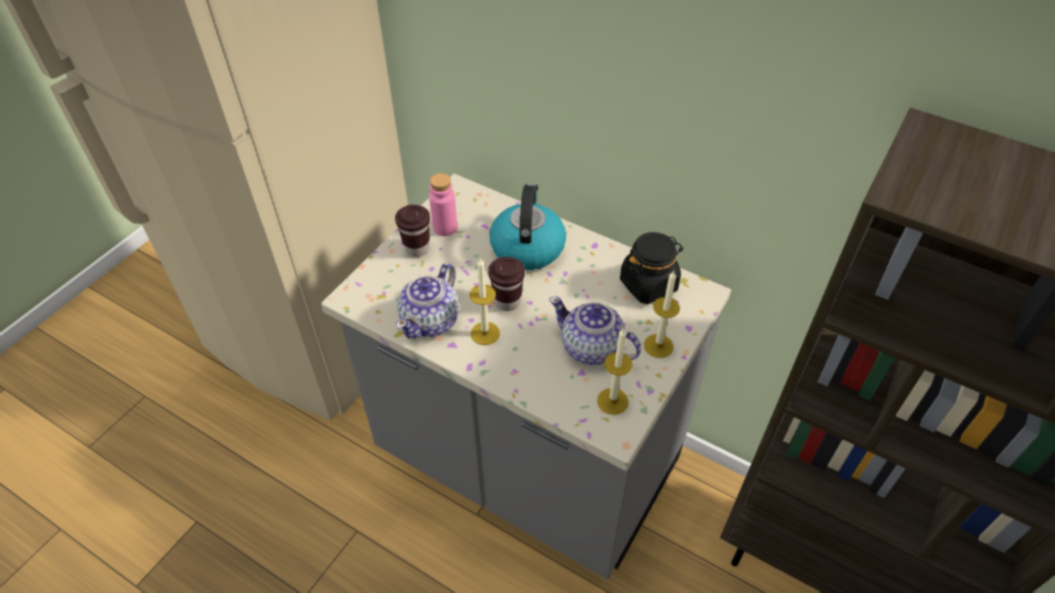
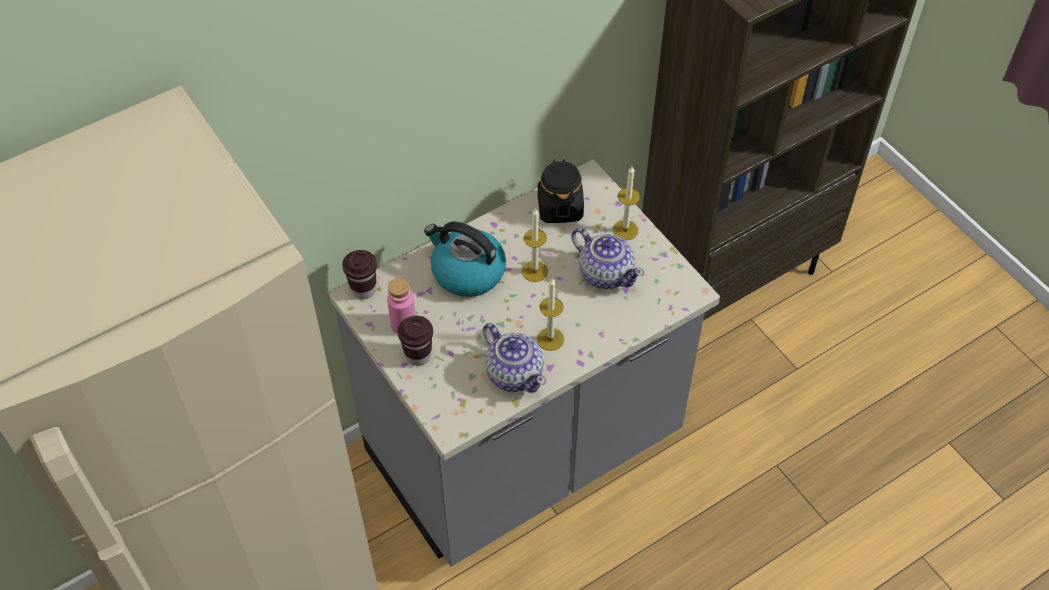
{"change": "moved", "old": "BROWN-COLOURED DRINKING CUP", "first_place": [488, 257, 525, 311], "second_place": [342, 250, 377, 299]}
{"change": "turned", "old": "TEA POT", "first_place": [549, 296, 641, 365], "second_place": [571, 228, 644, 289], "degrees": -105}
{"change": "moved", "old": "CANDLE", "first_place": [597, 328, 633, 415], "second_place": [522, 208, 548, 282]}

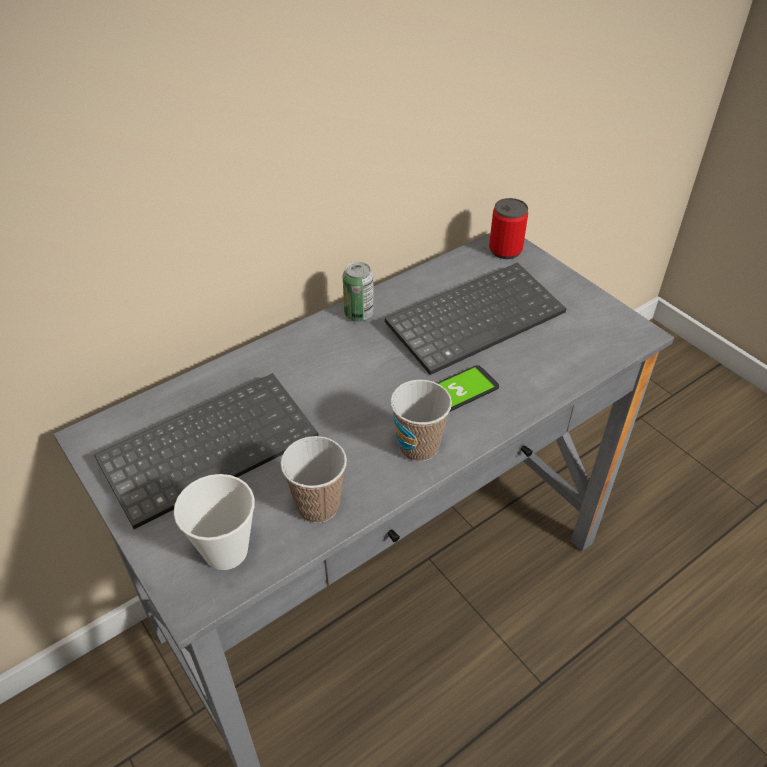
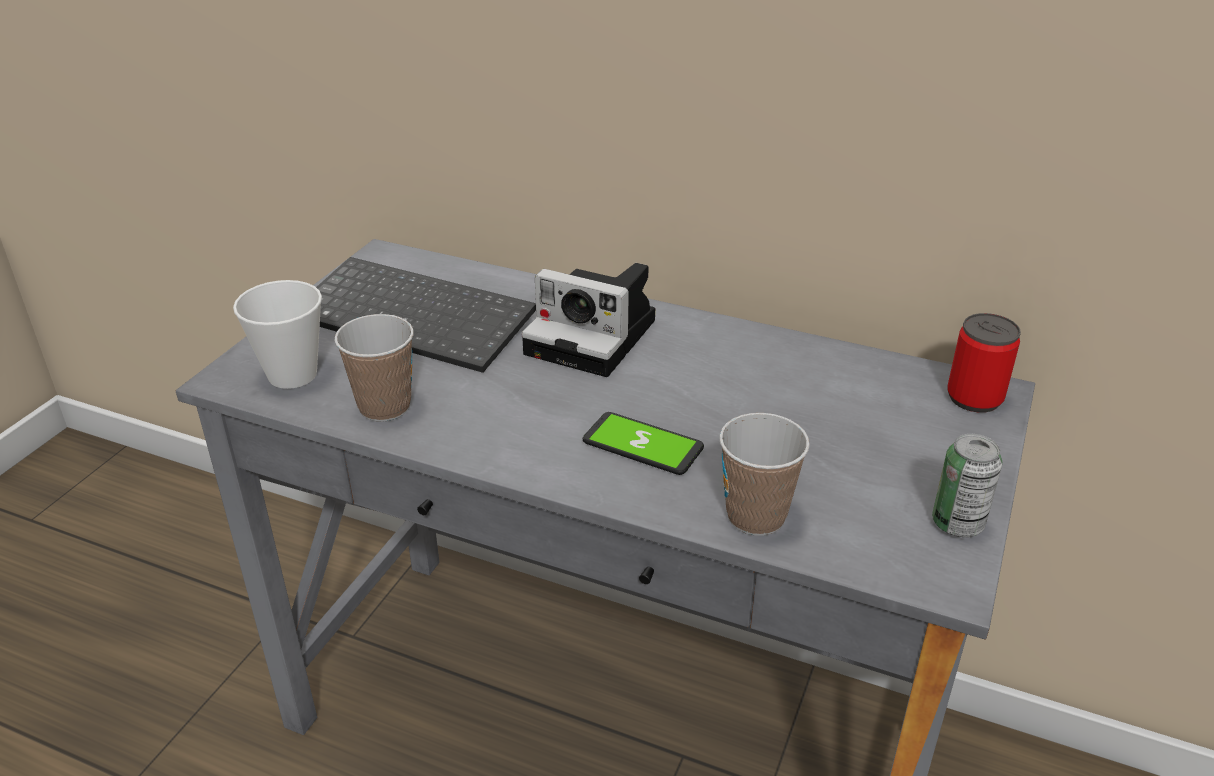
{"change": "moved", "old": "SEALED CAN", "first_place": [343, 262, 374, 321], "second_place": [932, 434, 1002, 537]}
{"change": "removed", "old": "KEYBOARD", "first_place": [385, 263, 567, 375]}
{"change": "moved", "old": "DRINKING CUP", "first_place": [390, 379, 452, 462], "second_place": [719, 413, 810, 535]}
{"change": "added", "new": "PHOTO CAMERA", "second_place": [522, 263, 655, 377]}

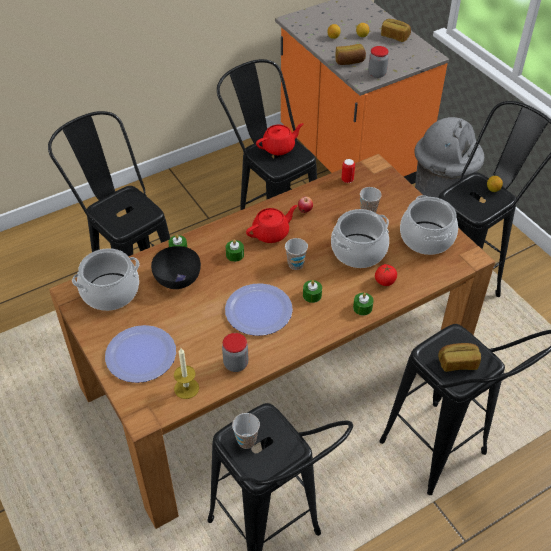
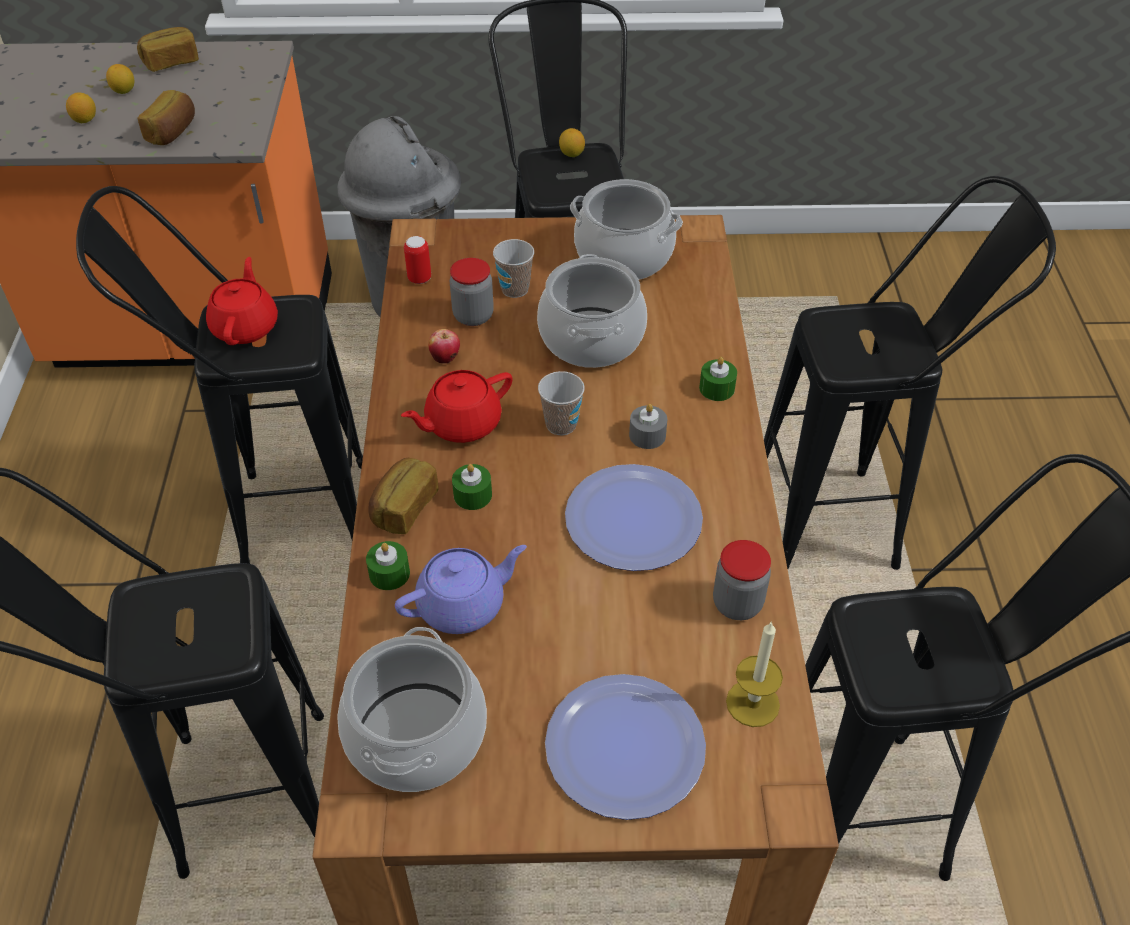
{"change": "moved", "old": "PRESERVE JAR", "first_place": [368, 46, 389, 78], "second_place": [450, 258, 494, 326]}
{"change": "turned", "old": "REDDISH TEA POT", "first_place": [246, 205, 297, 243], "second_place": [401, 370, 513, 443], "degrees": -120}
{"change": "replaced", "old": "BLACK-COLOURED SERVING BOWL", "new": "PURPLE TEA POT", "first_place": [151, 246, 201, 289], "second_place": [395, 545, 527, 634]}
{"change": "removed", "old": "WHOLE TOMATO", "first_place": [375, 264, 397, 286]}
{"change": "recoloured", "old": "GREEN CANDLE", "new": "GRAY CANDLE", "first_place": [303, 280, 322, 303], "second_place": [629, 404, 667, 449]}
{"change": "moved", "old": "BAKED BREAD", "first_place": [438, 343, 481, 372], "second_place": [368, 458, 439, 534]}
{"change": "removed", "old": "DRINKING CUP", "first_place": [232, 413, 260, 449]}

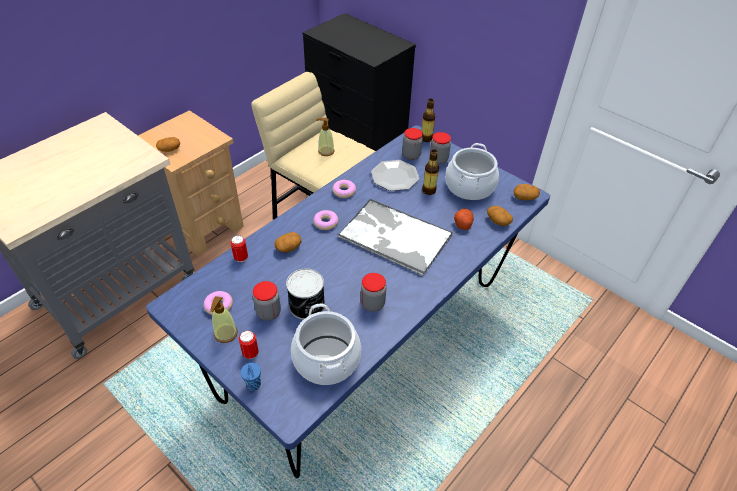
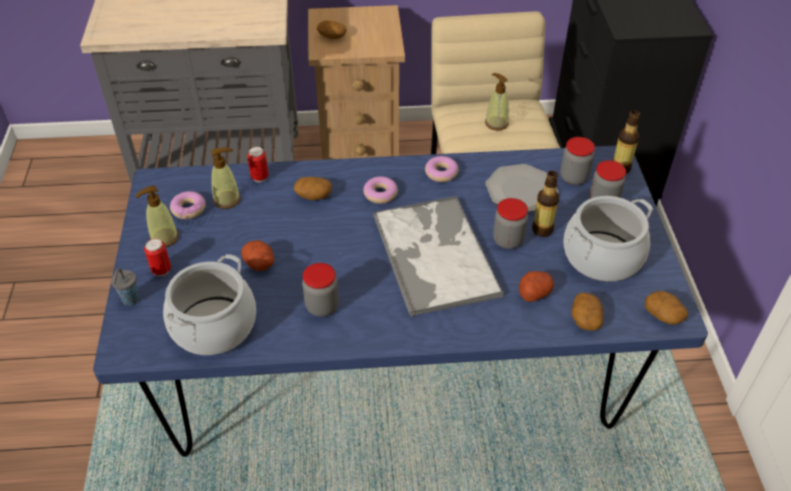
{"change": "replaced", "old": "SEALED CAN", "new": "SPUD", "first_place": [286, 268, 325, 320], "second_place": [241, 240, 274, 271]}
{"change": "moved", "old": "PRESERVE JAR", "first_place": [253, 281, 281, 321], "second_place": [493, 198, 528, 249]}
{"change": "recoloured", "old": "BLUE DRINKING CUP", "new": "GRAY DRINKING CUP", "first_place": [240, 363, 261, 391], "second_place": [111, 268, 139, 306]}
{"change": "added", "new": "SOAP DISPENSER", "second_place": [211, 147, 241, 209]}

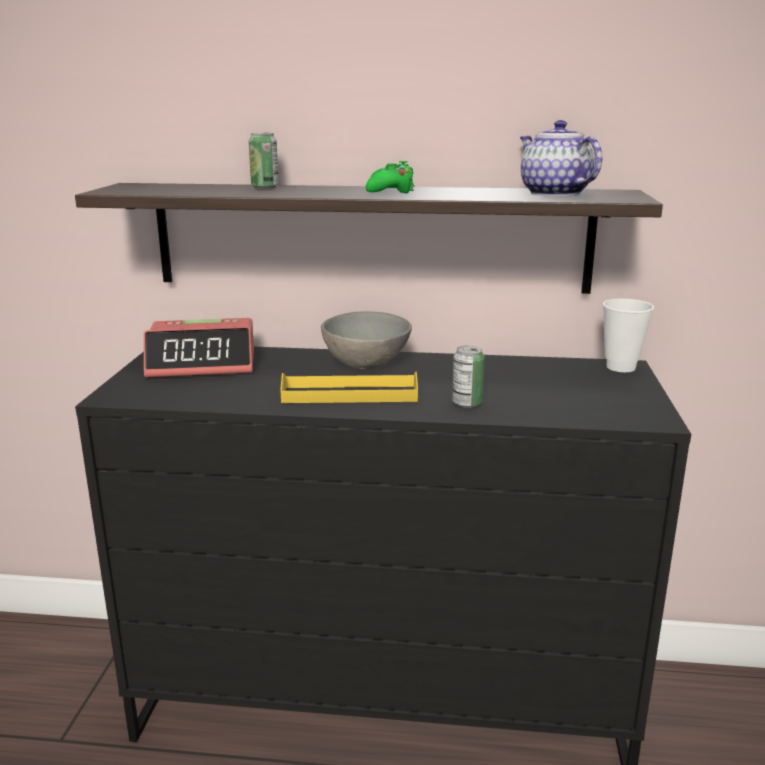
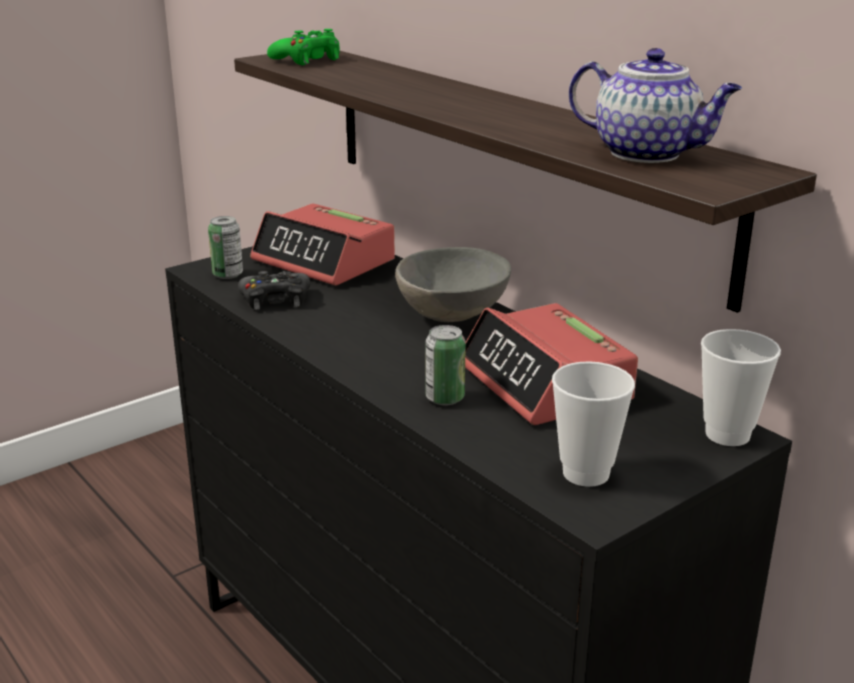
{"change": "turned", "old": "TEA POT", "first_place": [520, 120, 603, 197], "second_place": [569, 48, 742, 163], "degrees": 105}
{"change": "moved", "old": "SEALED CAN", "first_place": [249, 132, 279, 189], "second_place": [208, 216, 243, 279]}
{"change": "moved", "old": "GREEN GAME CONTROLLER", "first_place": [366, 161, 415, 193], "second_place": [267, 29, 340, 65]}
{"change": "removed", "old": "YELLOW TRAY", "first_place": [280, 372, 418, 403]}
{"change": "added", "new": "BLACK-COLOURED GAME CONTROLLER", "second_place": [238, 271, 310, 310]}
{"change": "added", "new": "TABLE CLOCK", "second_place": [465, 303, 638, 425]}
{"change": "added", "new": "DRINKING CUP", "second_place": [552, 361, 635, 487]}

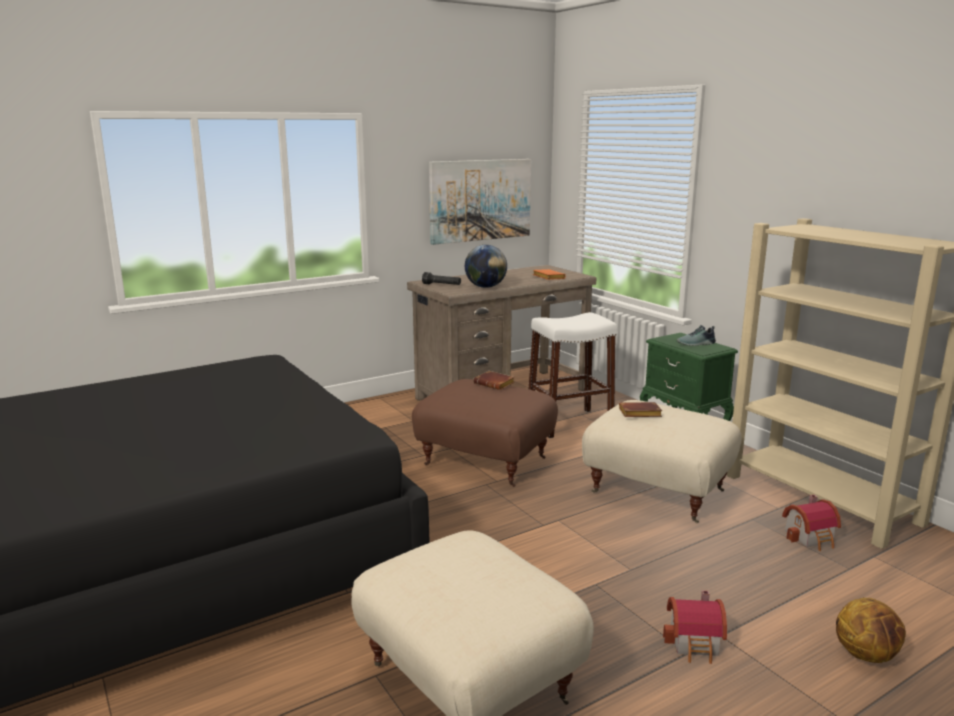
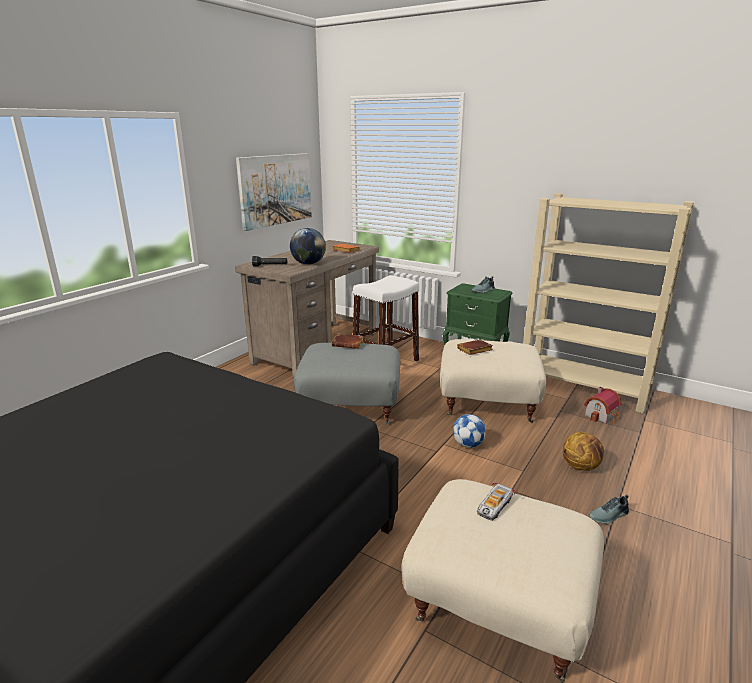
{"change": "recoloured", "old": "BROWN-COLOURED FOOTREST", "new": "GRAY FOOTREST", "first_place": [412, 379, 558, 487], "second_place": [294, 343, 400, 425]}
{"change": "replaced", "old": "MODEL HOUSE", "new": "LOW SHOE", "first_place": [663, 590, 727, 664], "second_place": [589, 494, 629, 524]}
{"change": "moved", "old": "BALL FOR BASKETBALL", "first_place": [836, 598, 906, 663], "second_place": [563, 432, 604, 471]}
{"change": "added", "new": "BALL FOR FOOTBALL", "second_place": [453, 414, 486, 448]}
{"change": "added", "new": "TOY CAR", "second_place": [477, 482, 516, 521]}

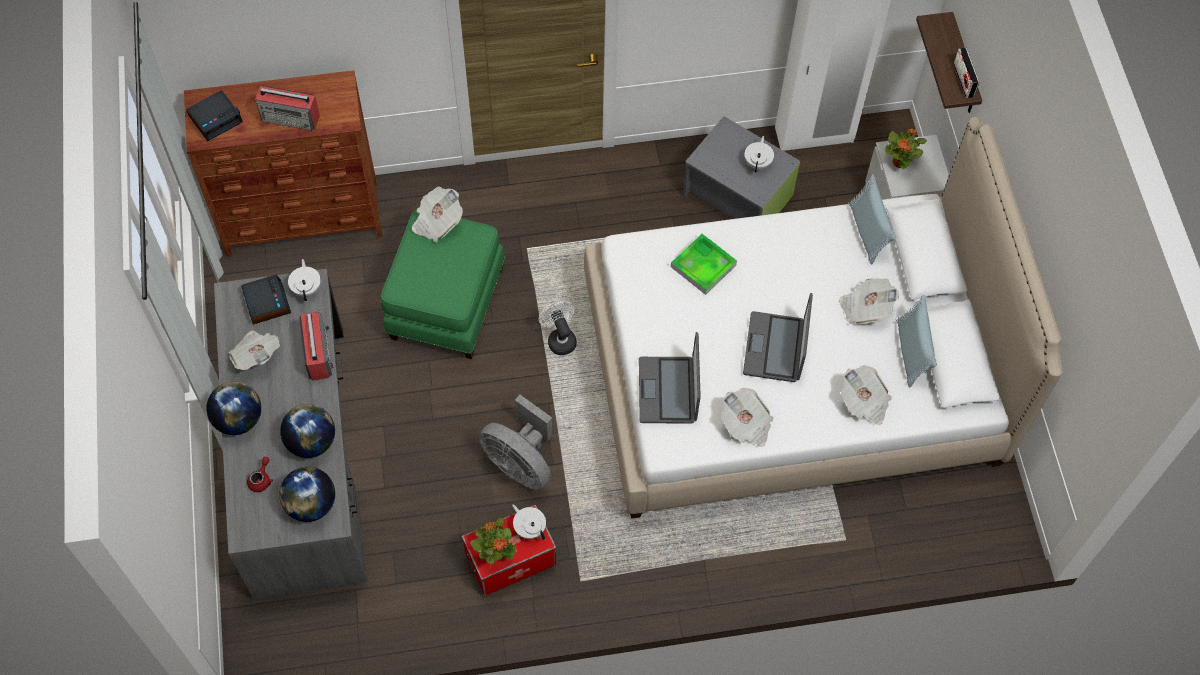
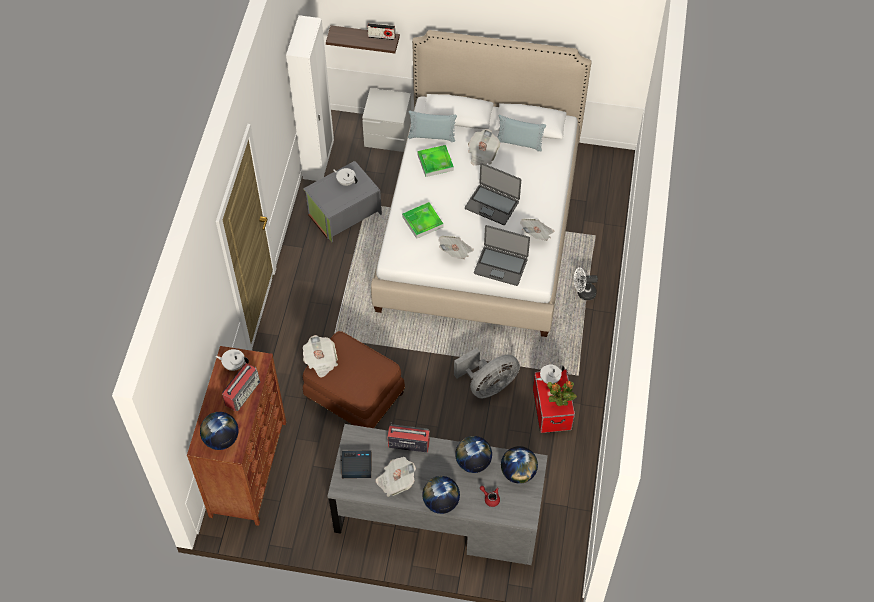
{"change": "replaced", "old": "TABLE CLOCK", "new": "DESK GLOBE", "first_place": [186, 90, 243, 141], "second_place": [200, 412, 238, 450]}
{"change": "removed", "old": "HOUSEPLANT", "first_place": [885, 128, 927, 169]}
{"change": "recoloured", "old": "GREEN FOOTREST", "new": "BROWN-COLOURED FOOTREST", "first_place": [381, 210, 505, 359], "second_place": [303, 331, 405, 428]}
{"change": "moved", "old": "WHITE TEA POT", "first_place": [288, 259, 321, 301], "second_place": [215, 349, 249, 371]}
{"change": "moved", "old": "WHITE ELECTRIC FAN", "first_place": [539, 301, 577, 355], "second_place": [574, 267, 598, 300]}
{"change": "moved", "old": "NEWSPAPER", "first_place": [841, 365, 892, 425], "second_place": [438, 236, 474, 259]}
{"change": "added", "new": "TRAY", "second_place": [417, 145, 454, 177]}

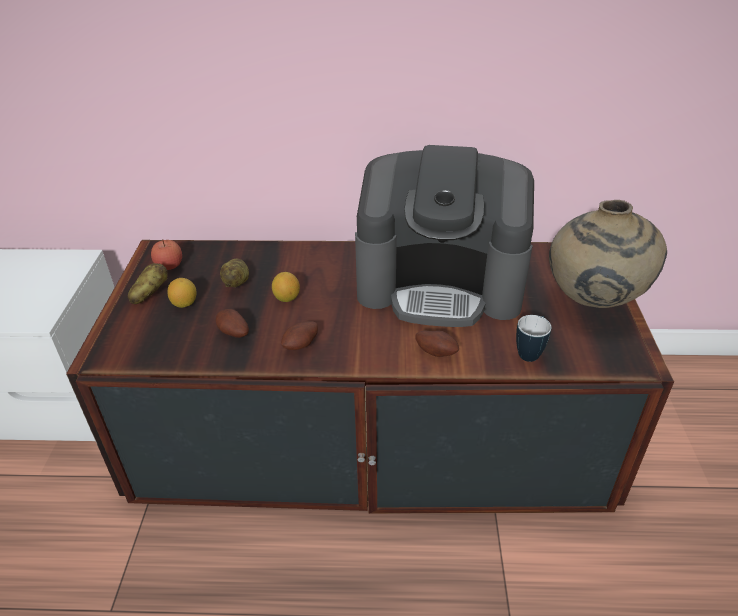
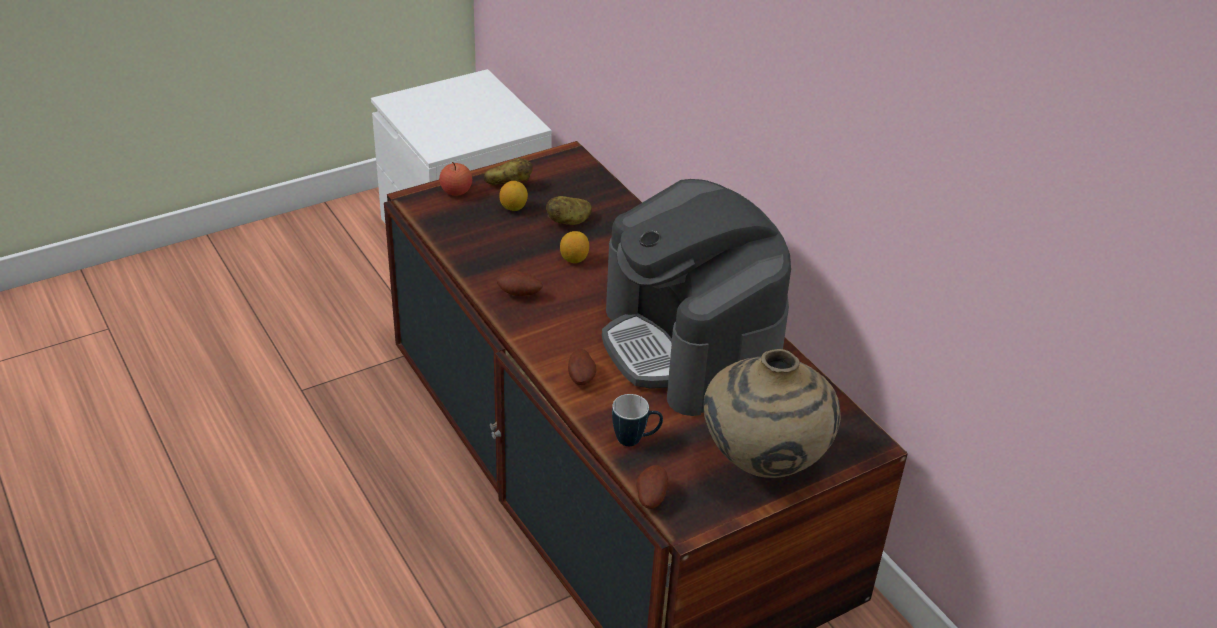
{"change": "moved", "old": "APPLE FRUIT", "first_place": [151, 239, 182, 270], "second_place": [439, 162, 472, 196]}
{"change": "moved", "old": "SPUD", "first_place": [216, 309, 249, 338], "second_place": [636, 465, 668, 509]}

